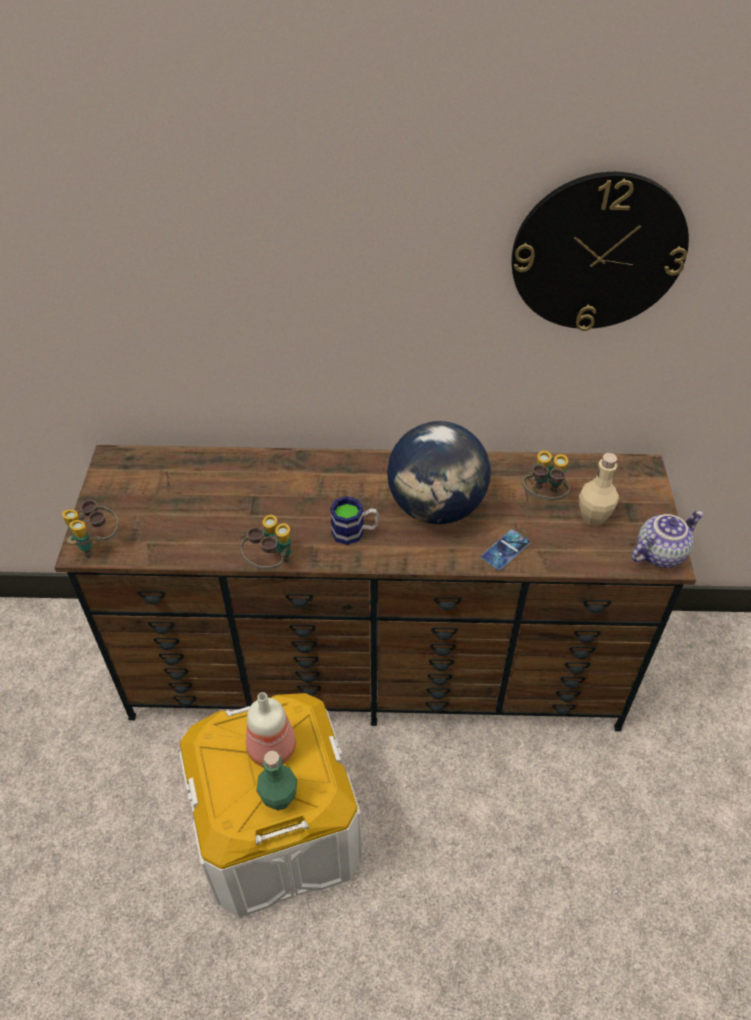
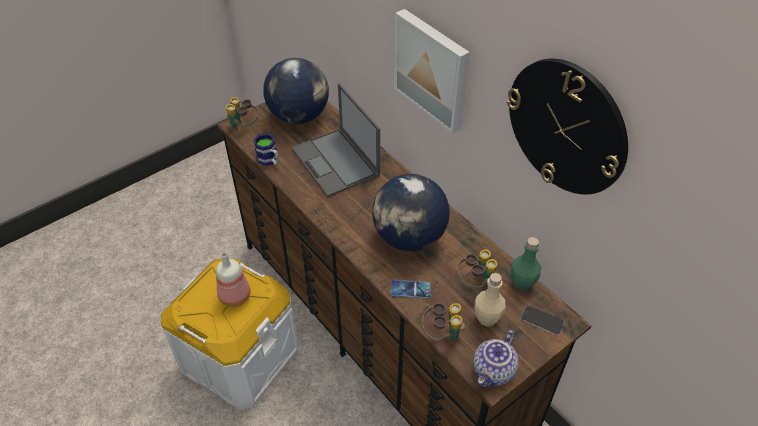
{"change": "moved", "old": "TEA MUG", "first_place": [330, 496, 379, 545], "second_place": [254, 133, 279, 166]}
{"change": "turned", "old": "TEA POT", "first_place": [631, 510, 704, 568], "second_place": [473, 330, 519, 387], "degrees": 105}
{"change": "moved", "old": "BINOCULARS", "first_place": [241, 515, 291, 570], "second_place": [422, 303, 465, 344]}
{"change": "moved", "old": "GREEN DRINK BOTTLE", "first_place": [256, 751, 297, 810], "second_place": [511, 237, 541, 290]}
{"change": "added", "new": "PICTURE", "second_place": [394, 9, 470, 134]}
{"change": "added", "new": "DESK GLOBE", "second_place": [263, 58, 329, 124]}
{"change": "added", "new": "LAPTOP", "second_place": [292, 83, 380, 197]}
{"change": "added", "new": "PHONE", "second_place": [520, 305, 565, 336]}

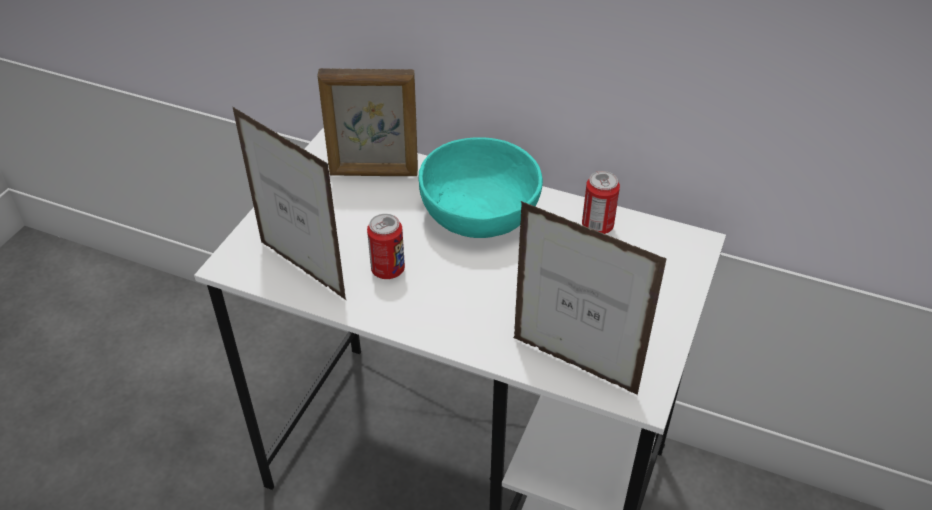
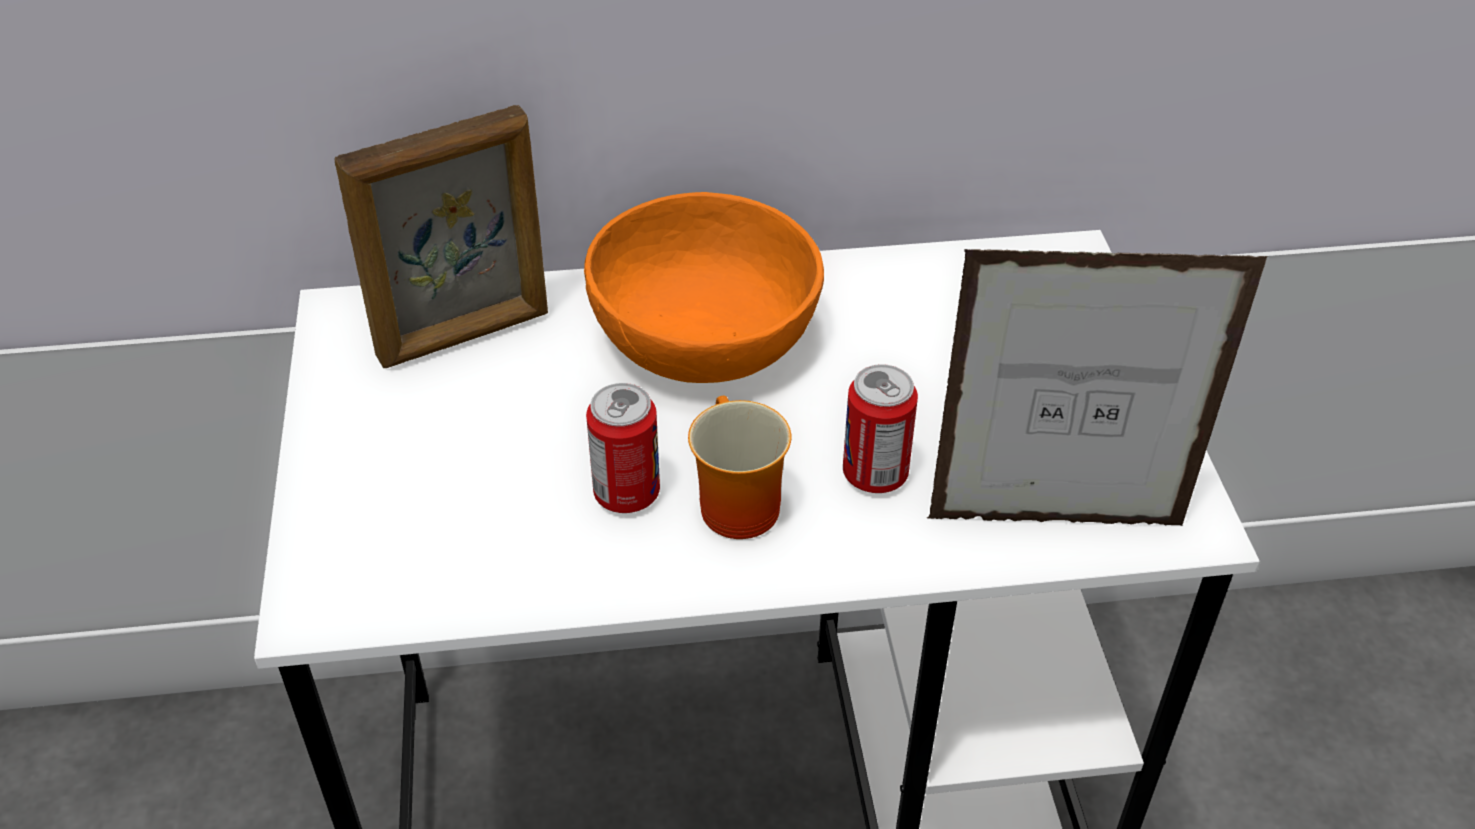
{"change": "removed", "old": "PICTURE FRAME", "first_place": [233, 107, 347, 301]}
{"change": "recoloured", "old": "TURQUOISE SERVING BOWL", "new": "ORANGEY SERVING BOWL", "first_place": [418, 137, 543, 238], "second_place": [584, 192, 824, 383]}
{"change": "moved", "old": "SEALED CAN", "first_place": [582, 171, 620, 234], "second_place": [843, 364, 918, 493]}
{"change": "added", "new": "TEA MUG", "second_place": [688, 396, 791, 539]}

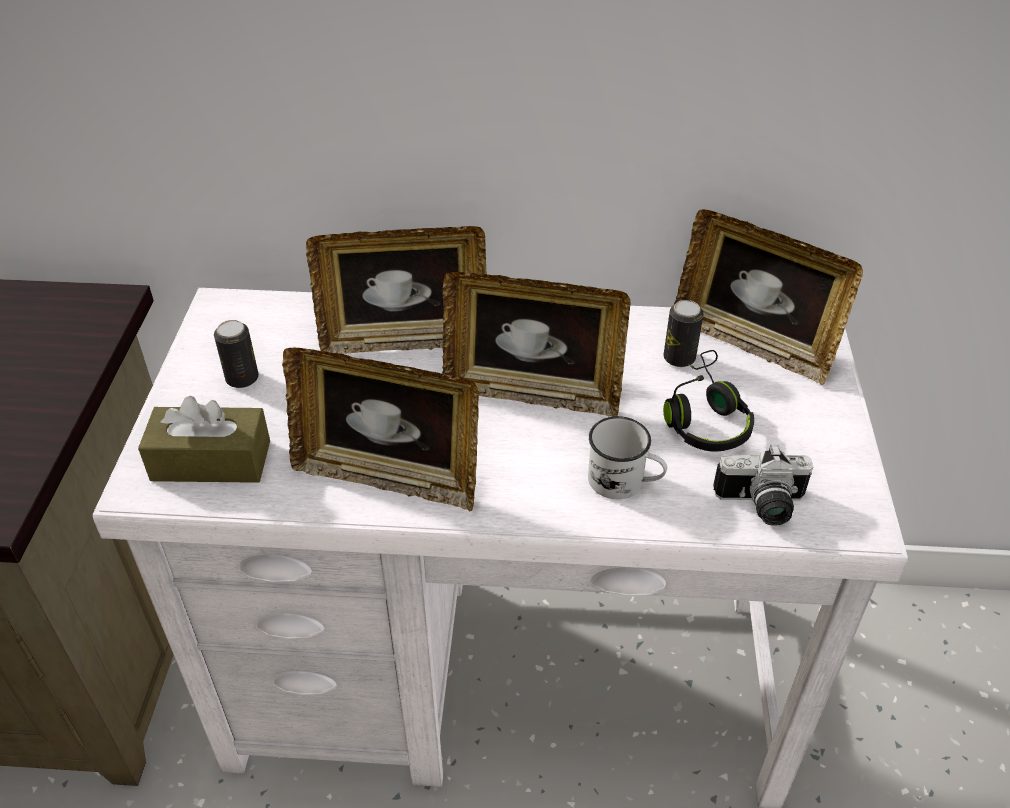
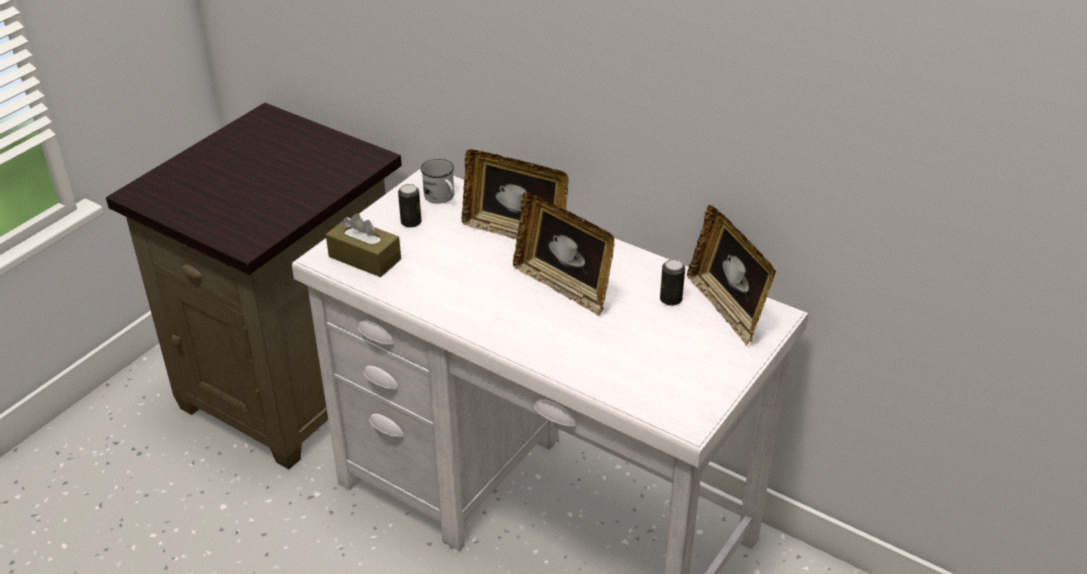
{"change": "removed", "old": "PICTURE FRAME", "first_place": [282, 348, 479, 511]}
{"change": "removed", "old": "BLACK-COLOURED HEADSET", "first_place": [663, 350, 754, 452]}
{"change": "moved", "old": "WHITE TEA MUG", "first_place": [588, 416, 667, 499], "second_place": [421, 159, 454, 204]}
{"change": "removed", "old": "PHOTO CAMERA", "first_place": [713, 445, 813, 526]}

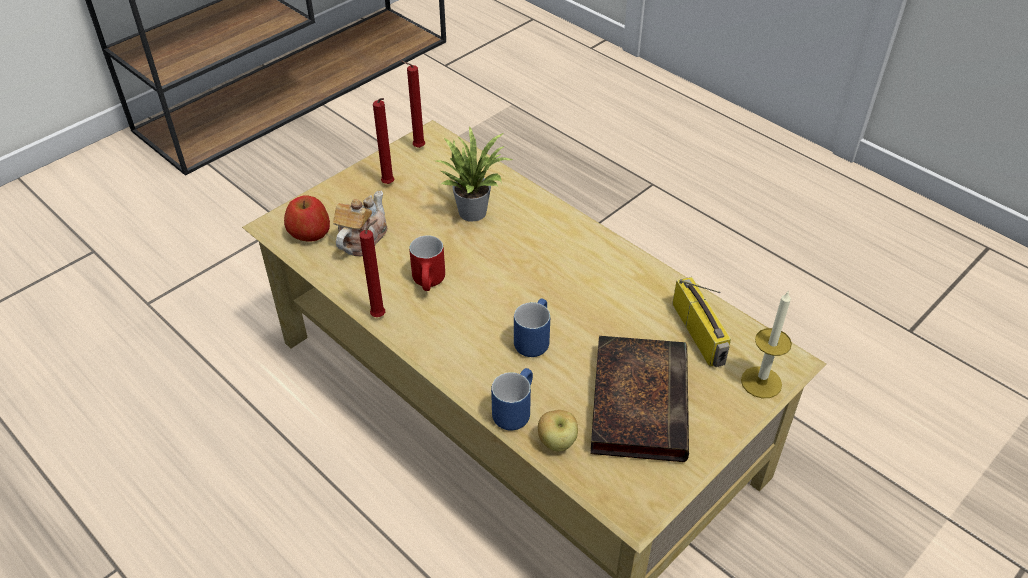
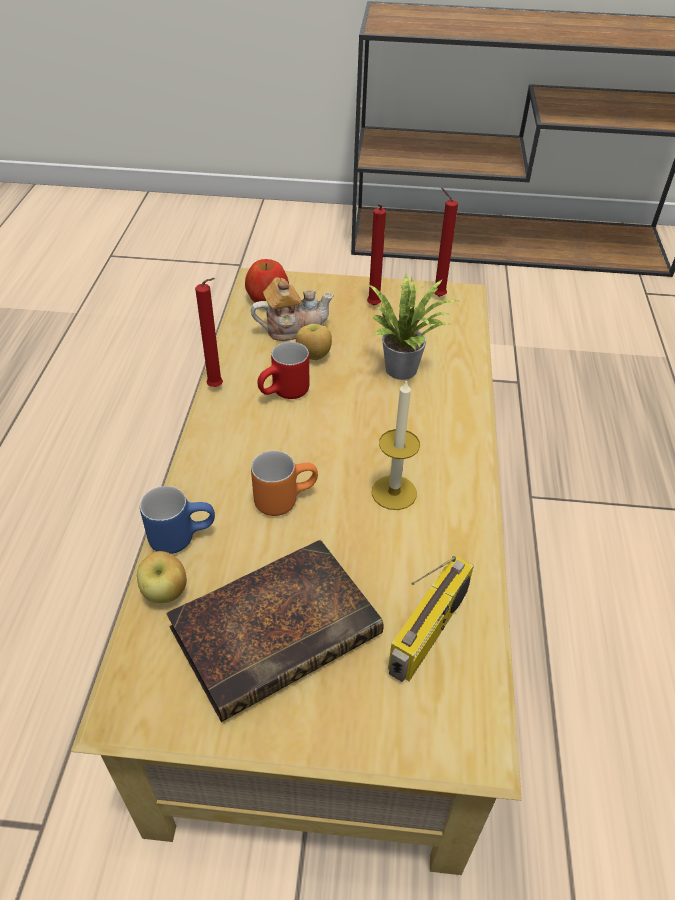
{"change": "moved", "old": "CANDLE", "first_place": [741, 290, 792, 398], "second_place": [372, 379, 420, 510]}
{"change": "recoloured", "old": "BLUE TEA MUG", "new": "ORANGEY TEA MUG", "first_place": [514, 299, 550, 357], "second_place": [251, 451, 318, 516]}
{"change": "added", "new": "APPLE FRUIT", "second_place": [296, 324, 332, 360]}

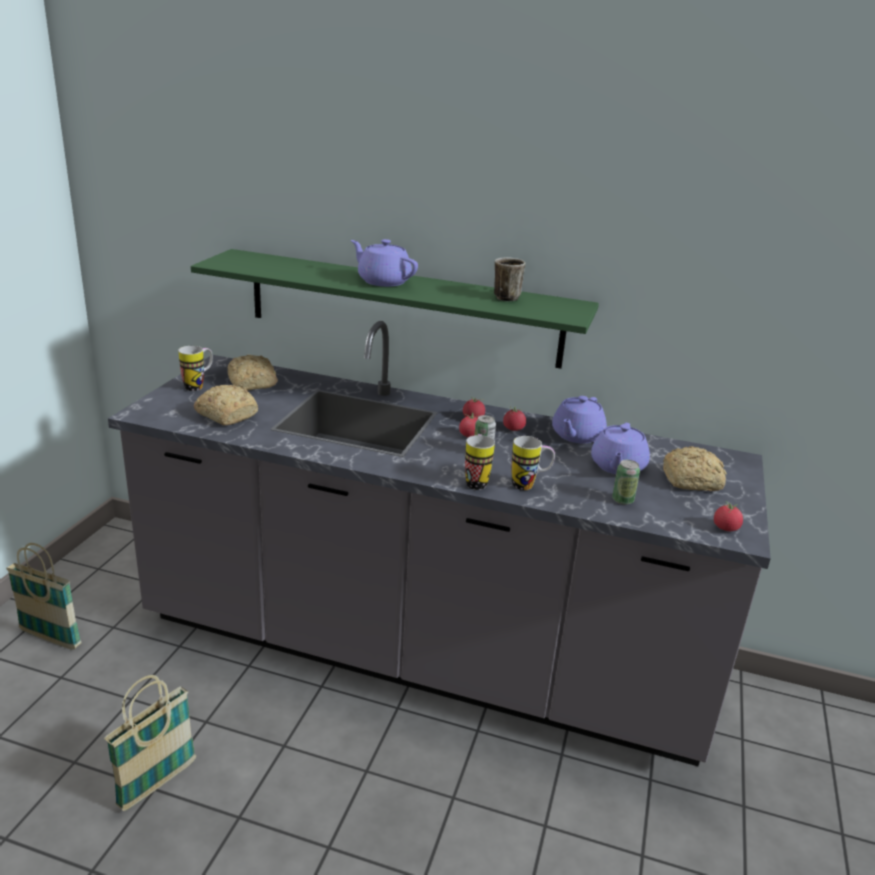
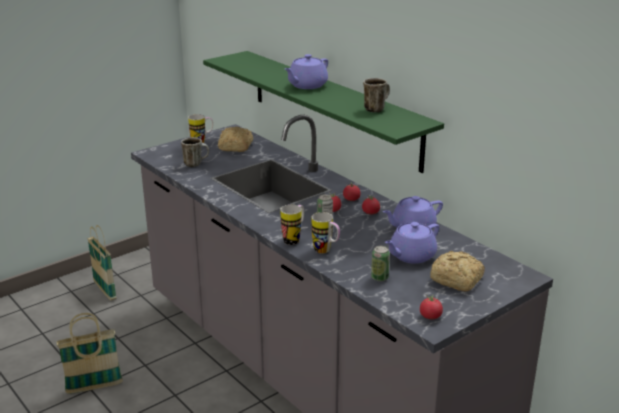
{"change": "turned", "old": "PURPLE TEA POT", "first_place": [351, 239, 418, 287], "second_place": [285, 54, 328, 89], "degrees": -120}
{"change": "replaced", "old": "BAKED BREAD", "new": "TEA MUG", "first_place": [194, 385, 258, 425], "second_place": [181, 137, 209, 167]}

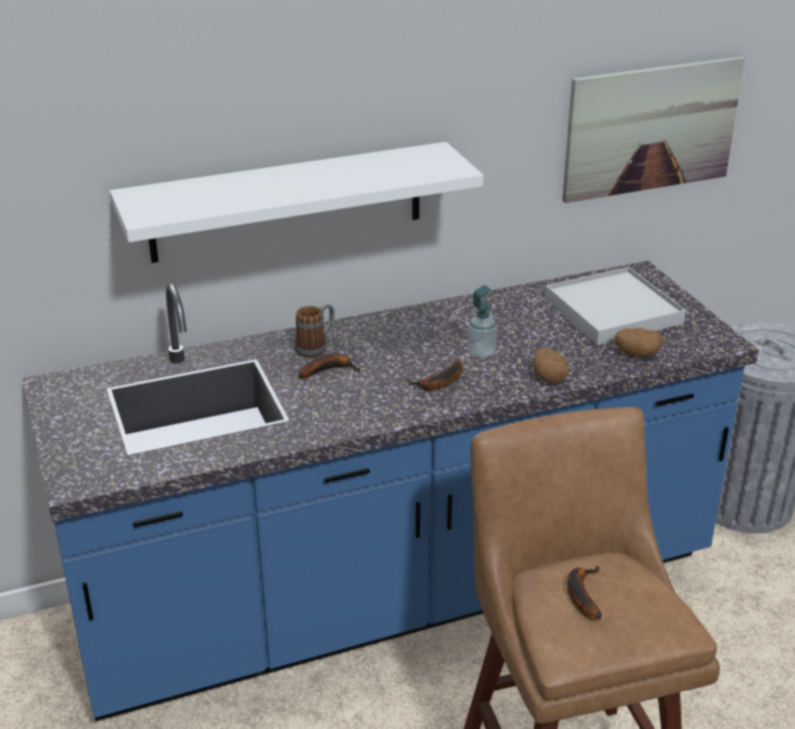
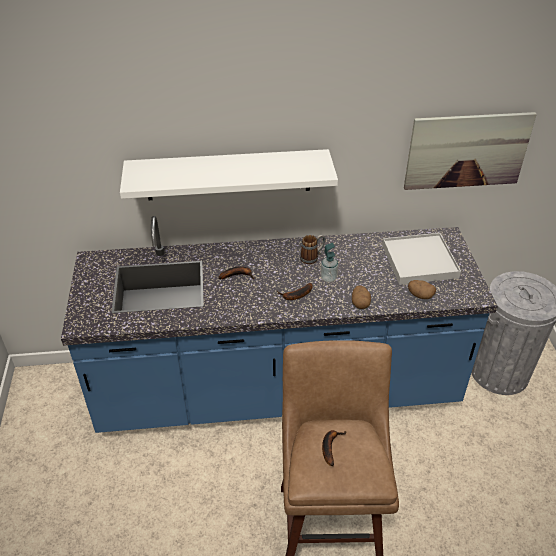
{"change": "moved", "old": "TEA MUG", "first_place": [295, 303, 335, 358], "second_place": [300, 235, 326, 264]}

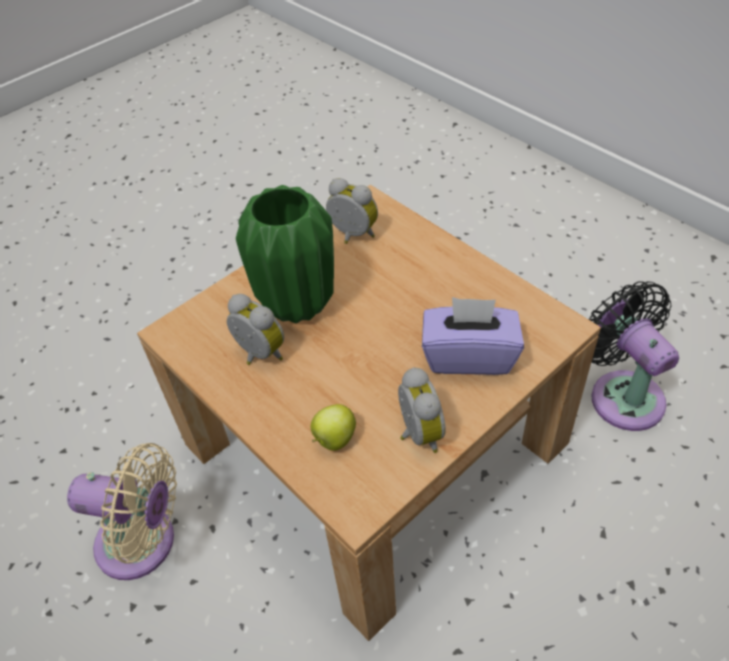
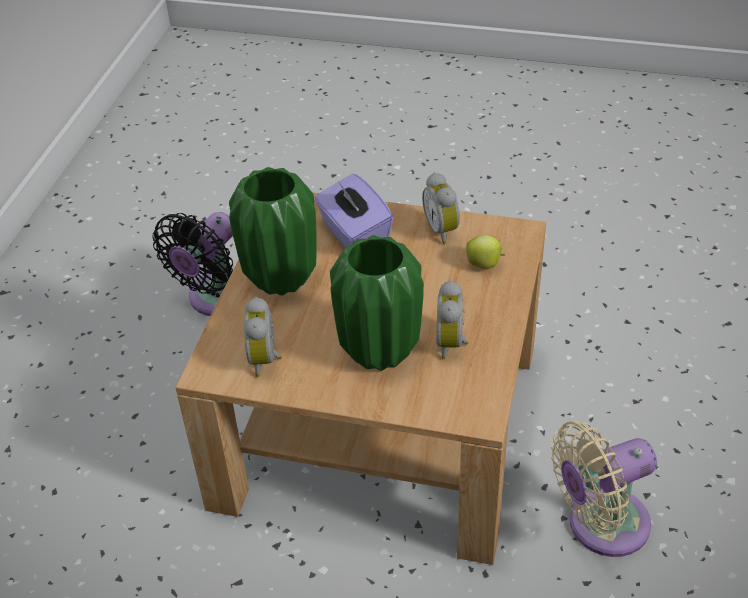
{"change": "turned", "old": "TABLE CLOCK", "first_place": [398, 367, 446, 453], "second_place": [422, 172, 460, 244], "degrees": -60}
{"change": "turned", "old": "SAND-COLOURED ELECTRIC FAN", "first_place": [67, 443, 177, 580], "second_place": [551, 421, 657, 557], "degrees": -90}
{"change": "added", "new": "GREEN VASE", "second_place": [229, 167, 317, 295]}

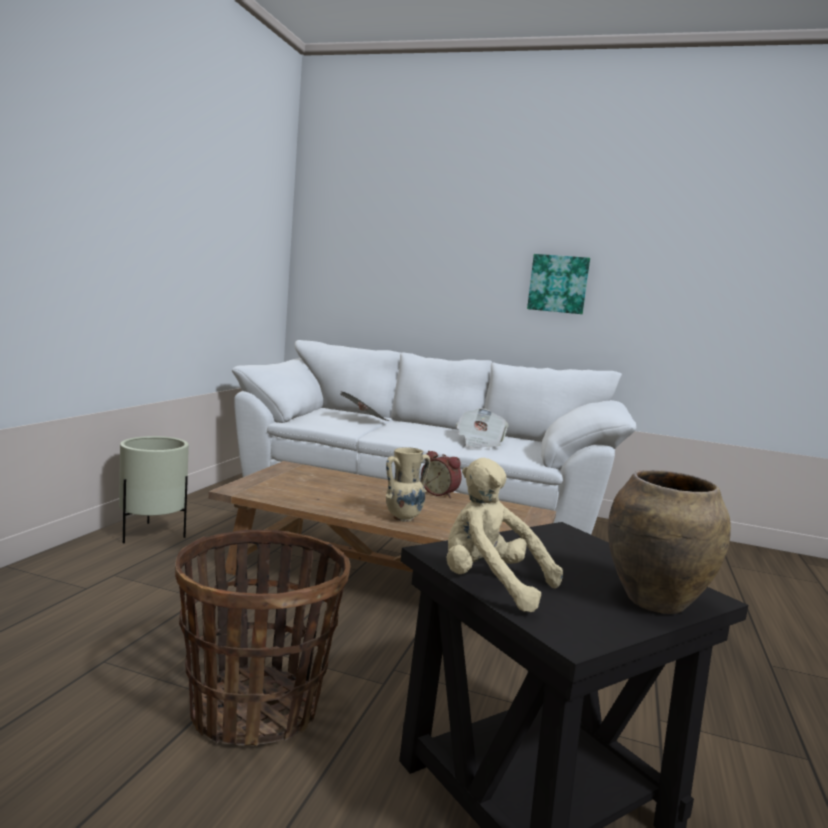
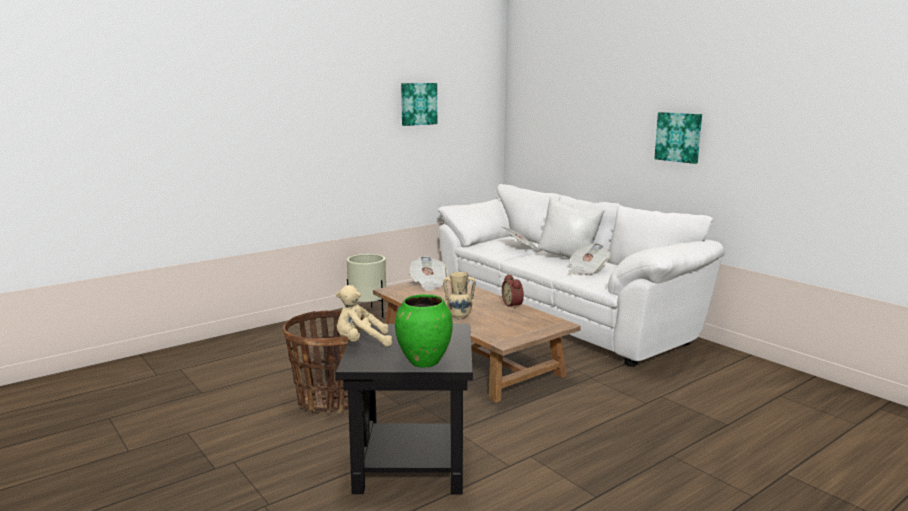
{"change": "turned", "old": "SAND-COLOURED PLUSH TOY", "first_place": [447, 458, 563, 612], "second_place": [335, 285, 392, 347], "degrees": -75}
{"change": "recoloured", "old": "BROWN-COLOURED VASE", "new": "GREEN VASE", "first_place": [608, 470, 731, 614], "second_place": [395, 294, 453, 368]}
{"change": "added", "new": "PICTURE", "second_place": [401, 83, 437, 126]}
{"change": "added", "new": "WHITE CUSHION", "second_place": [538, 197, 604, 258]}
{"change": "added", "new": "NEWSPAPER", "second_place": [409, 256, 448, 291]}

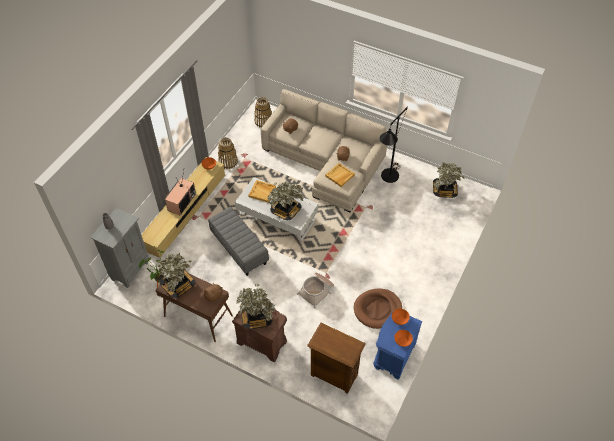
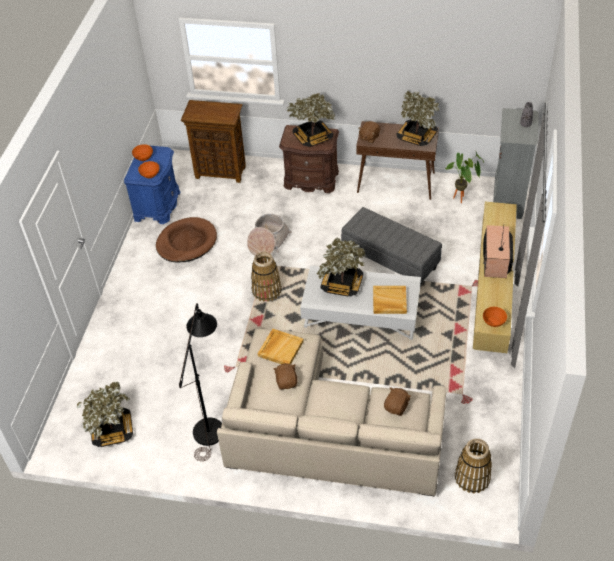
{"change": "moved", "old": "BASKET", "first_place": [218, 137, 238, 169], "second_place": [251, 252, 282, 302]}

